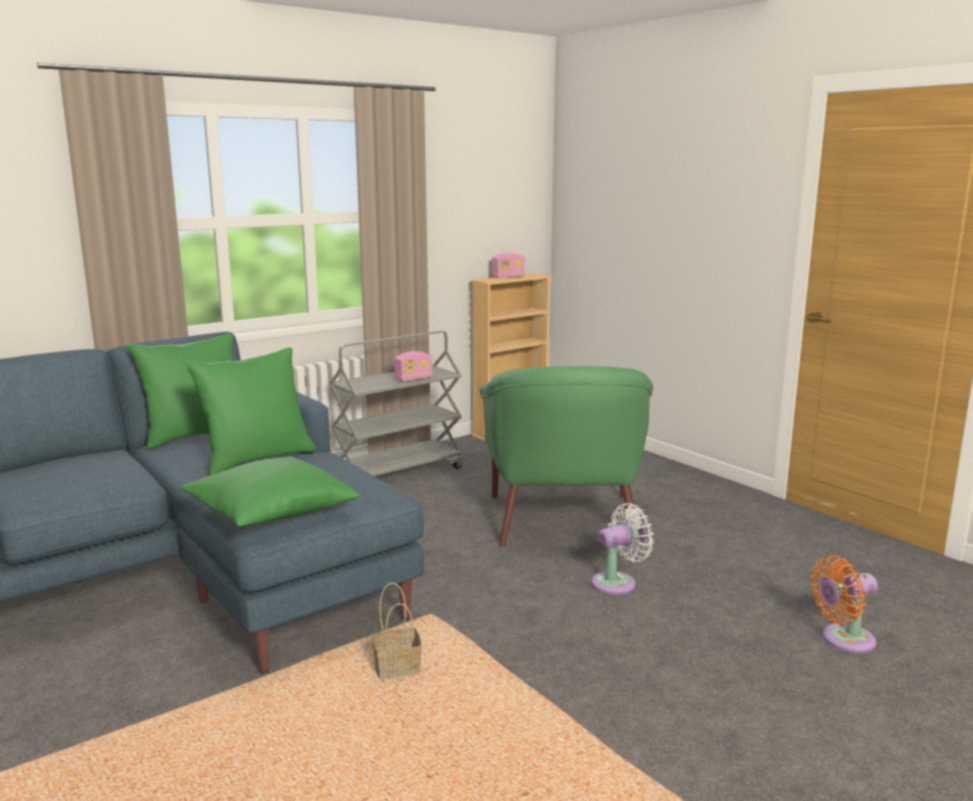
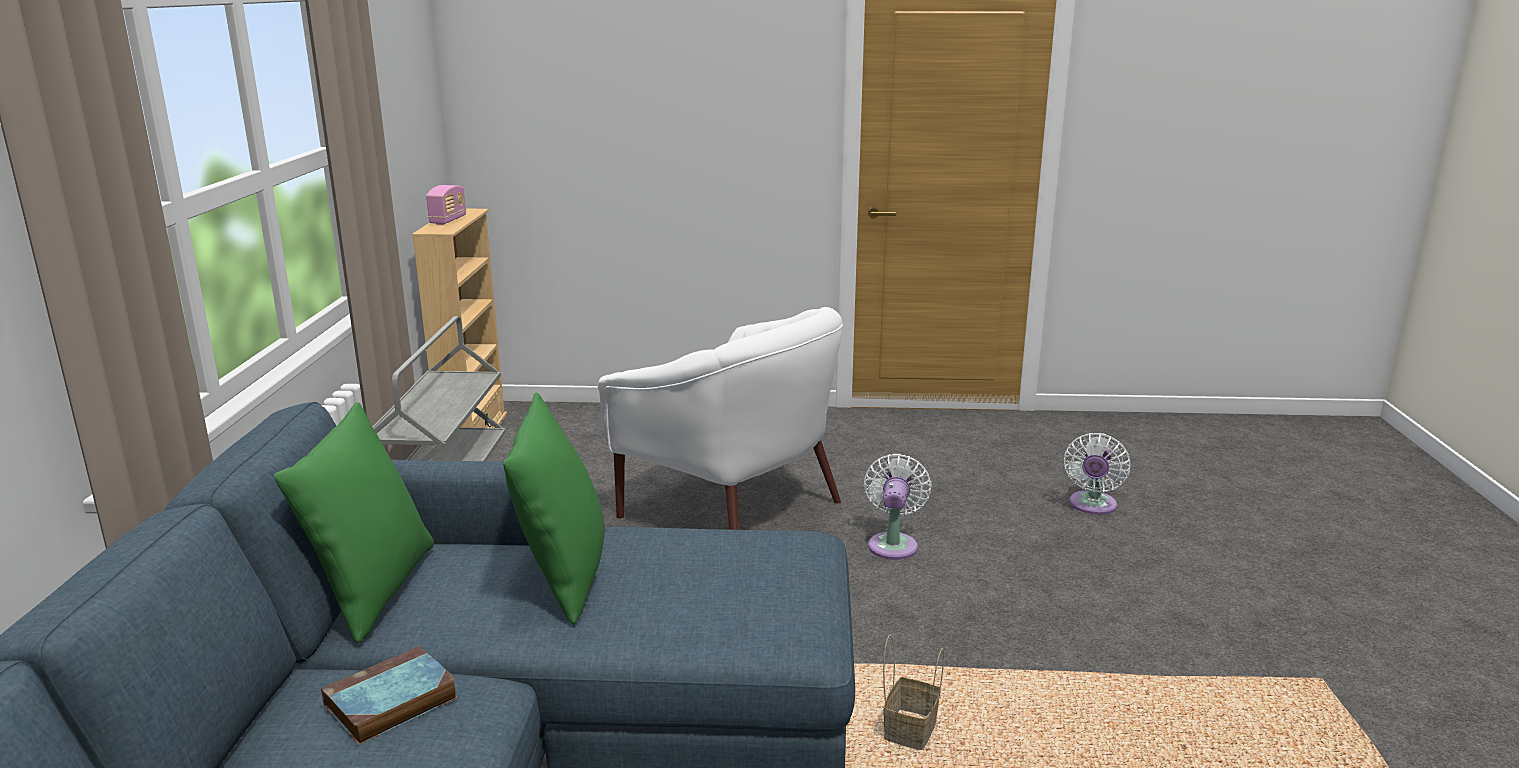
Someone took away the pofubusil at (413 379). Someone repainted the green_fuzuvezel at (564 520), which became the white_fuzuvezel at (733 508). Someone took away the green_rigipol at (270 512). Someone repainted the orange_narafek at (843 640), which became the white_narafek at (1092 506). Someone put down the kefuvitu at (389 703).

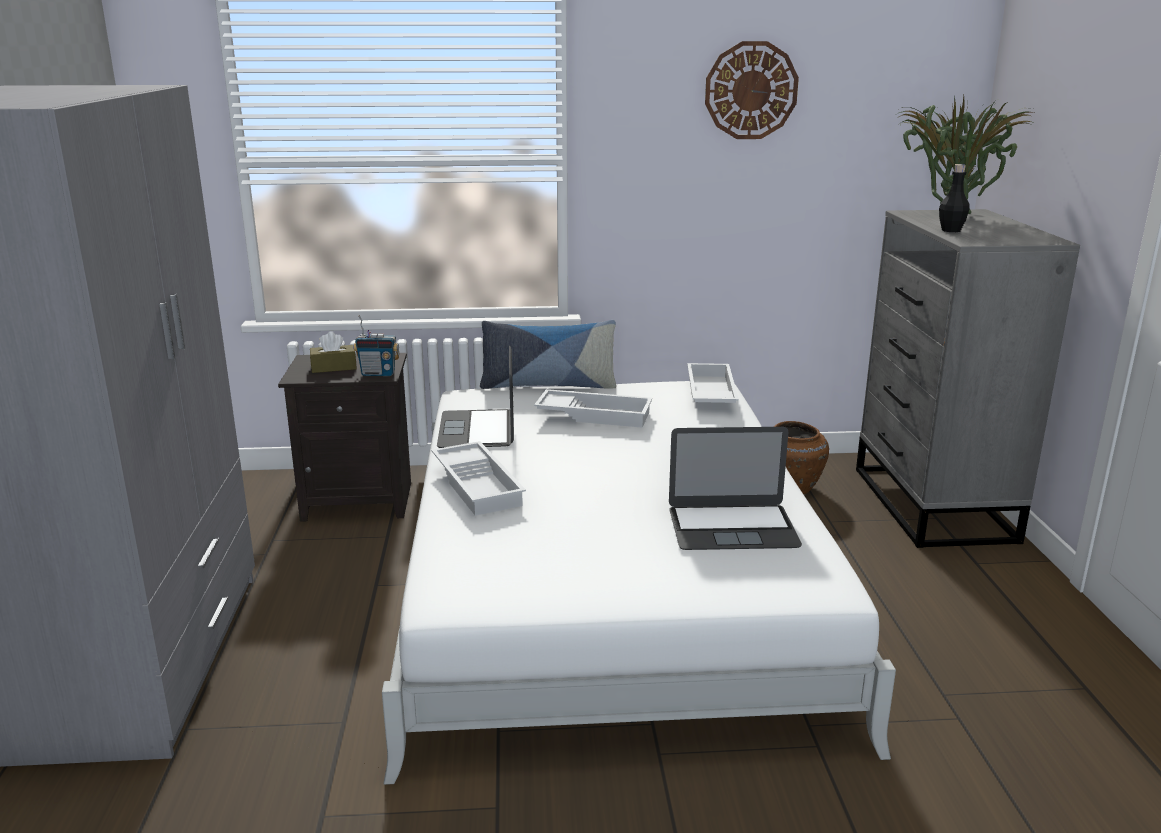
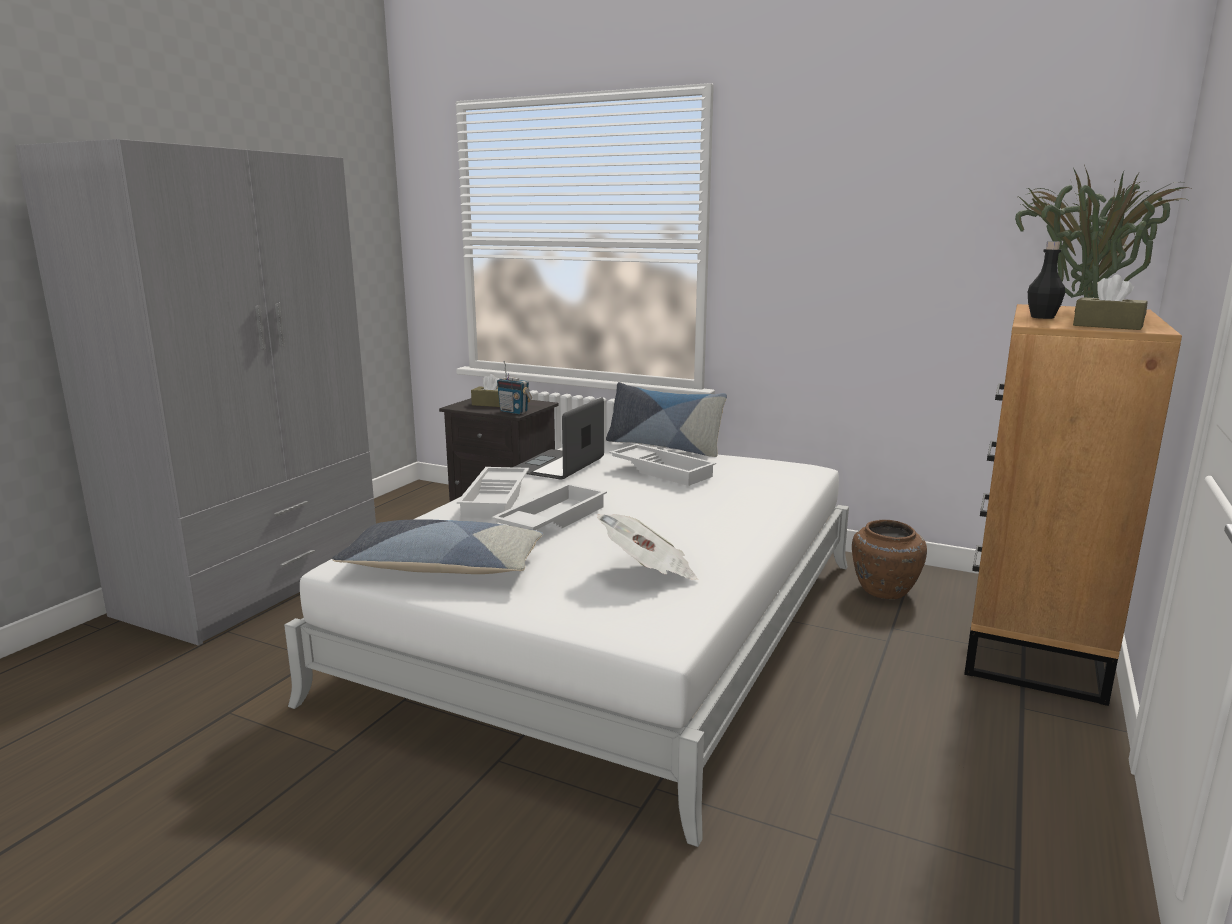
Someone took away the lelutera at (751 90). Someone repainted the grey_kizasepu at (933 505), which became the brown_kizasepu at (1033 642). Someone carried the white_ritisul from (709 393) to (551 518). Someone swapped the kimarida at (732 527) for the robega at (648 571). Someone put down the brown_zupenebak at (1107 326). Someone put down the rigipol at (443 566).

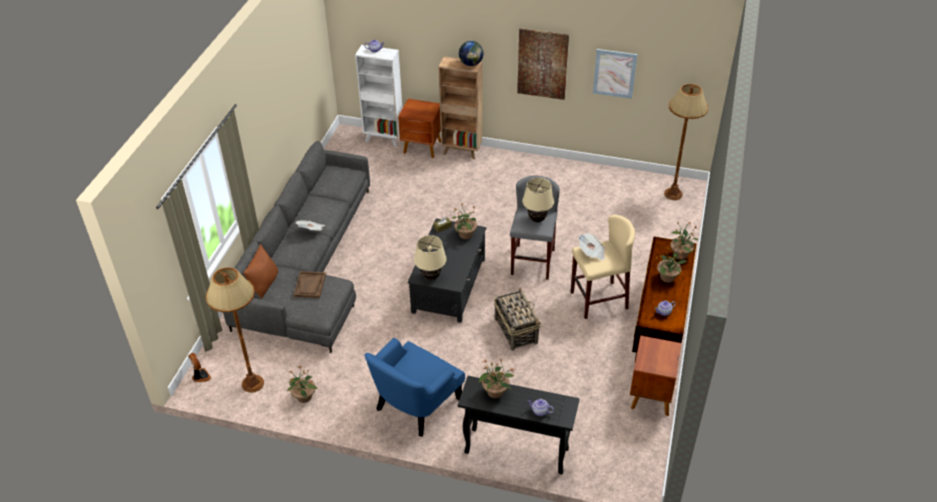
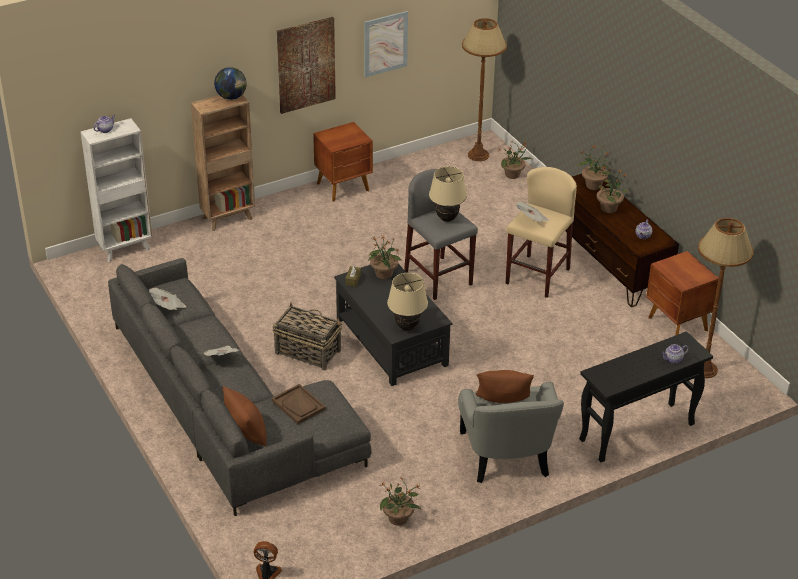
Someone carried the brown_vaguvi from (422 148) to (344 187). Someone carried the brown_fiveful from (252 383) to (704 369). Someone carried the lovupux from (515 330) to (307 351). Someone repainted the blue_fuzuvezel at (416 404), which became the grey_fuzuvezel at (506 455). Someone carried the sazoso from (495 392) to (513 175). Someone put down the robega at (167 307). Someone put down the brown_rigipol at (502 402).

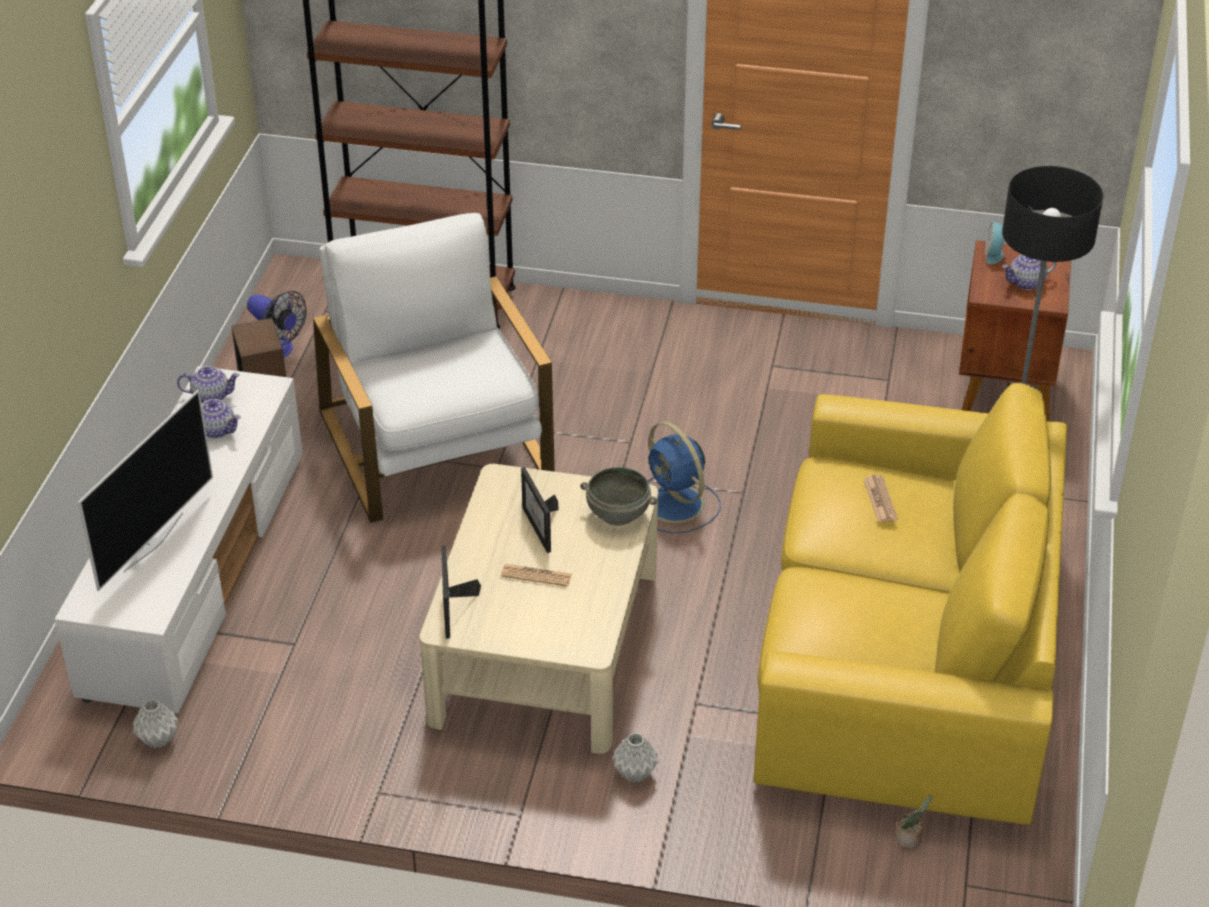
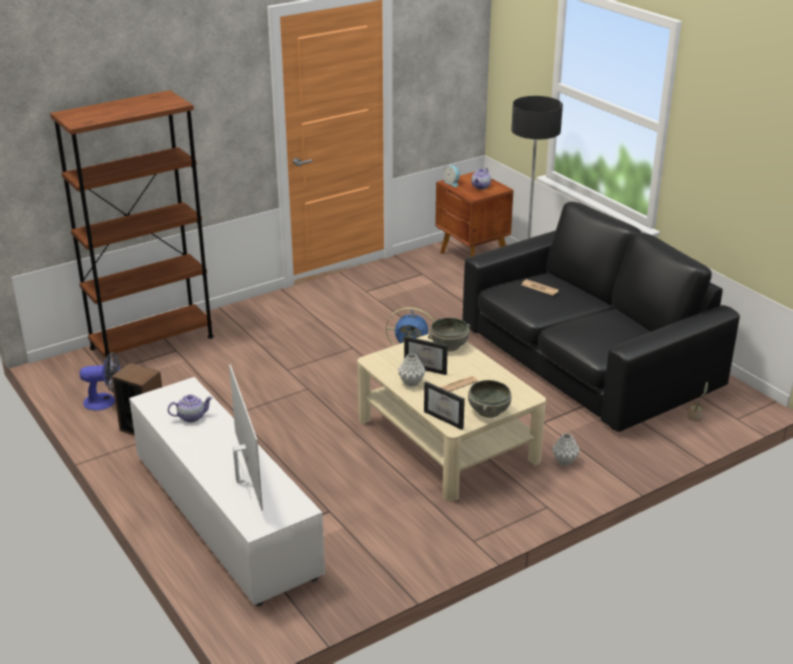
Someone took away the white_fuzuvezel at (437 444). Someone took away the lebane at (211 396). Someone repainted the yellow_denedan at (905 651), which became the black_denedan at (587 358). Someone carried the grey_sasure from (157 739) to (411 383). Someone put down the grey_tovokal at (488 411).

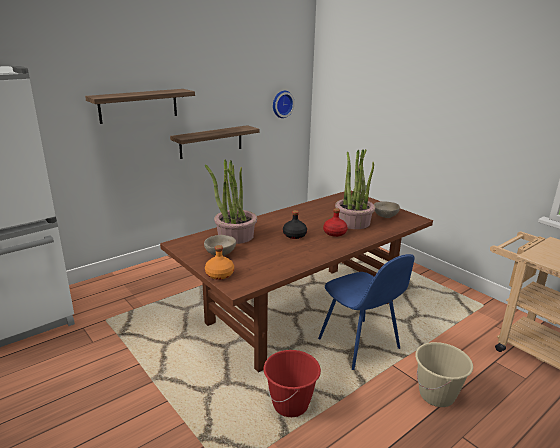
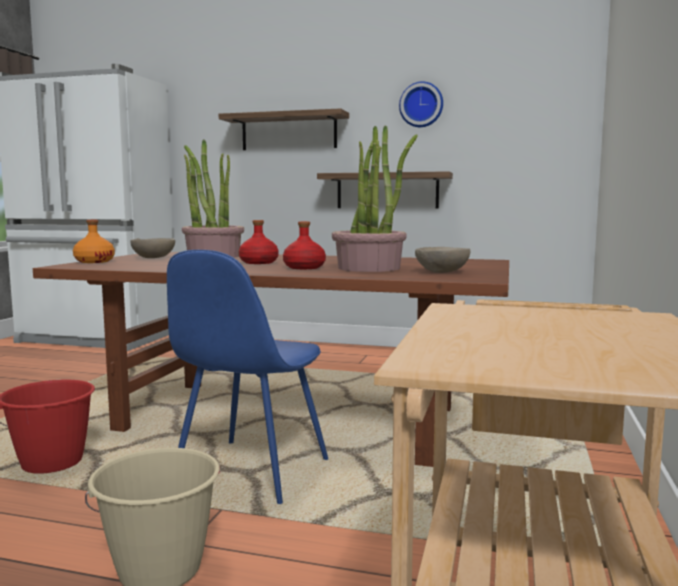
Someone carried the lelutera from (282 104) to (421 105). Someone repainted the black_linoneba at (294 235), which became the red_linoneba at (258 262).

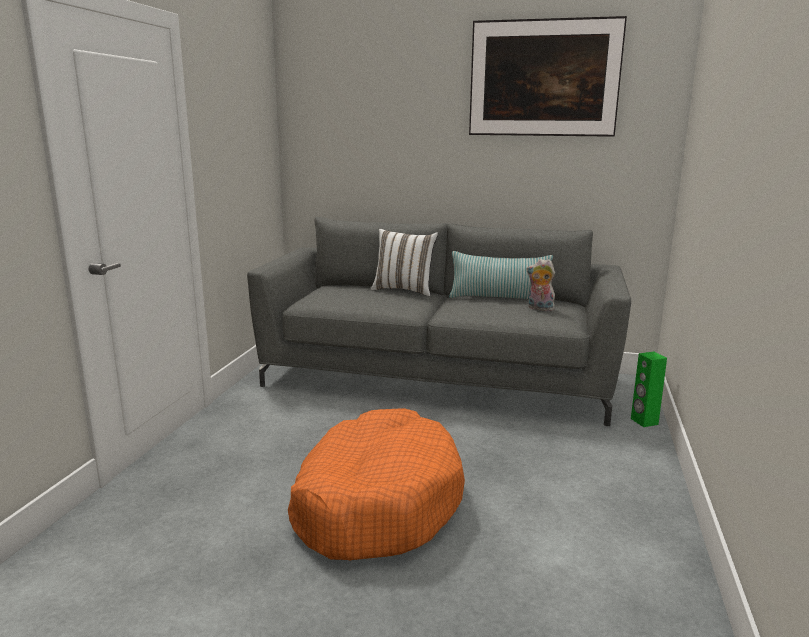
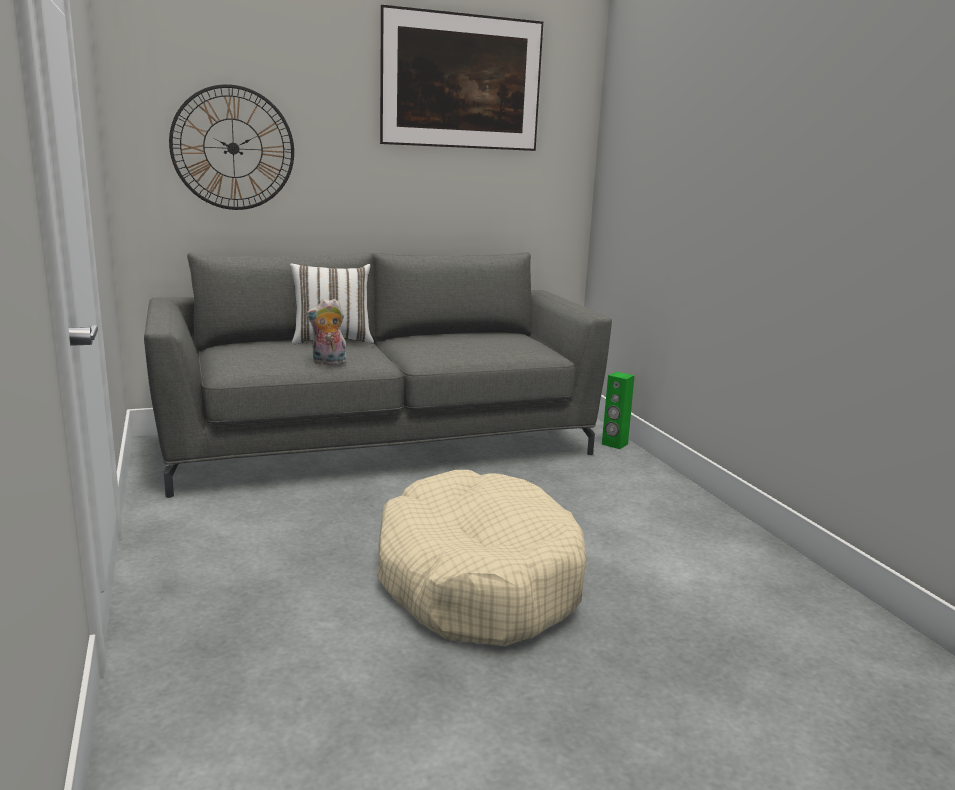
Someone took away the rigipol at (499 298). Someone carried the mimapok from (539 309) to (328 363). Someone repainted the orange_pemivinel at (376 502), which became the beige_pemivinel at (477 580). Someone put up the lelutera at (233 148).

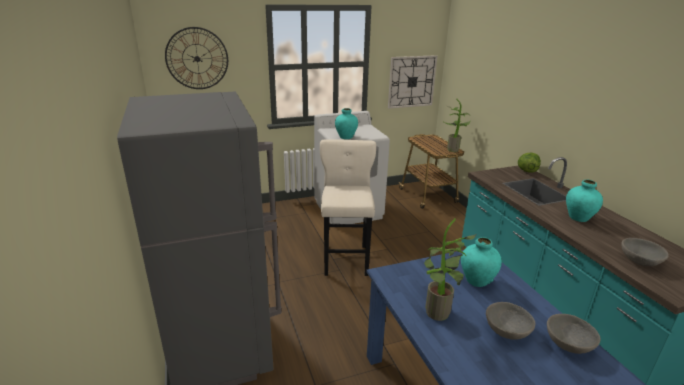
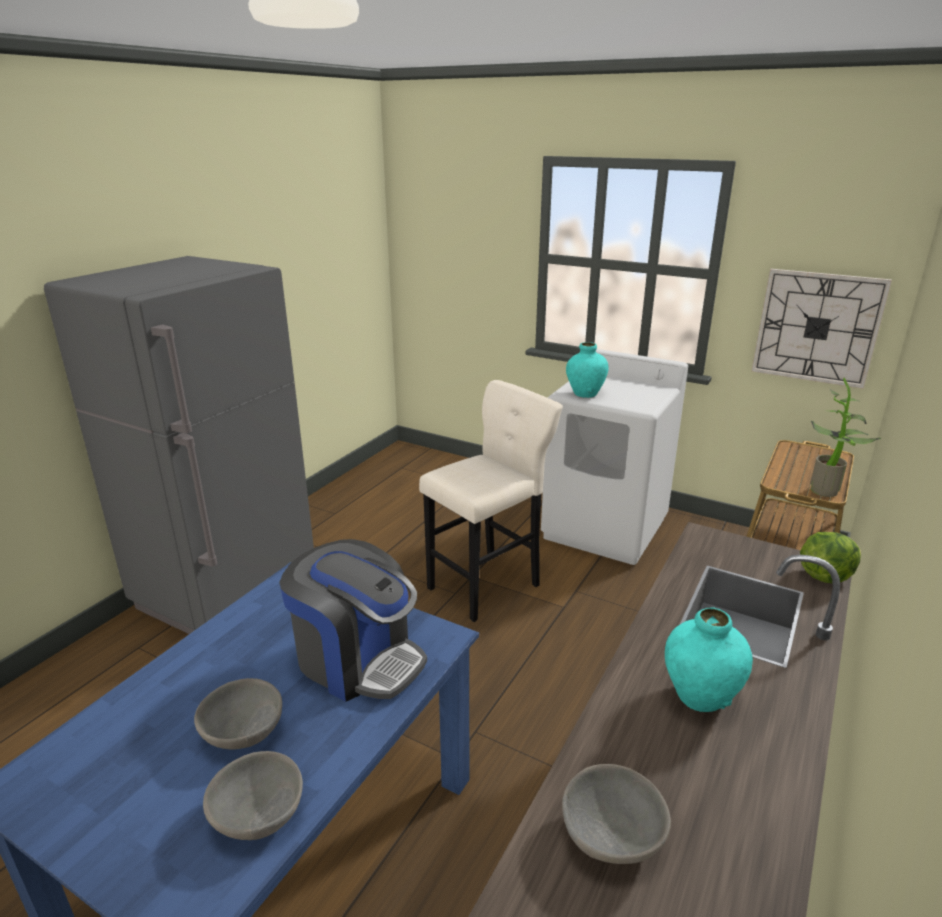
Someone took away the lelutera at (197 58). Someone took away the sazoso at (439 315). Someone swapped the turquoise_sasure at (476 281) for the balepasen at (358 660).

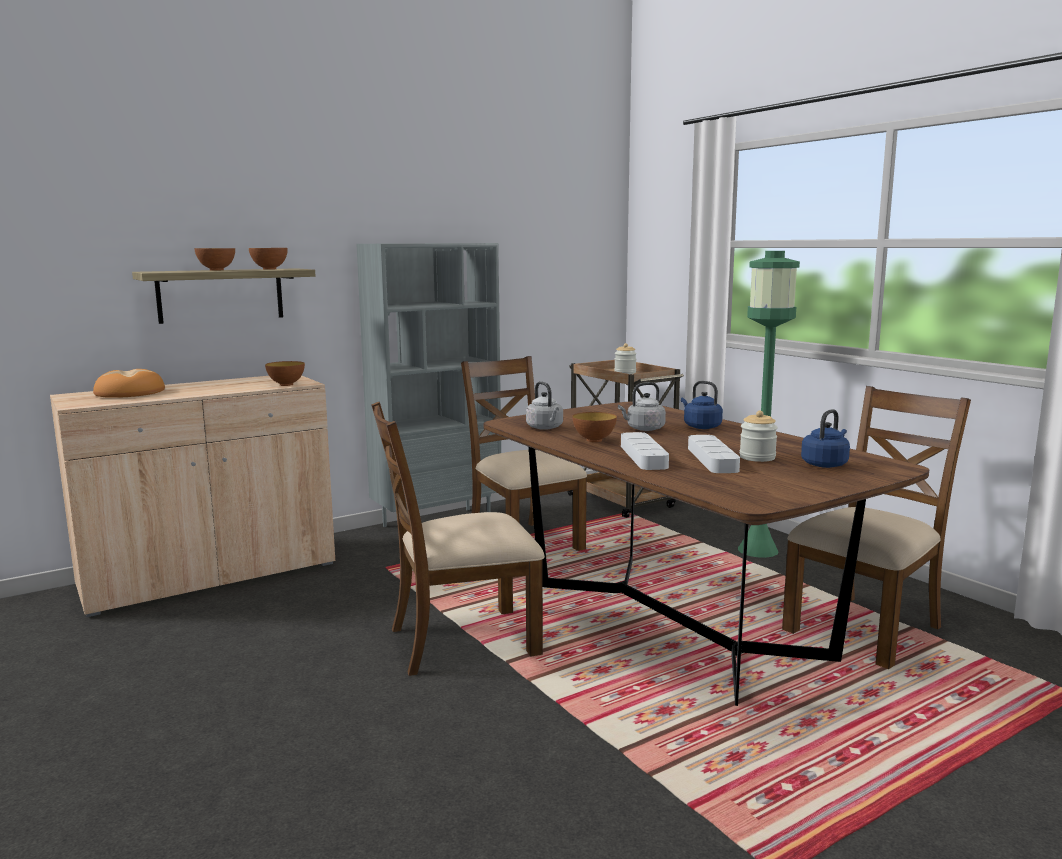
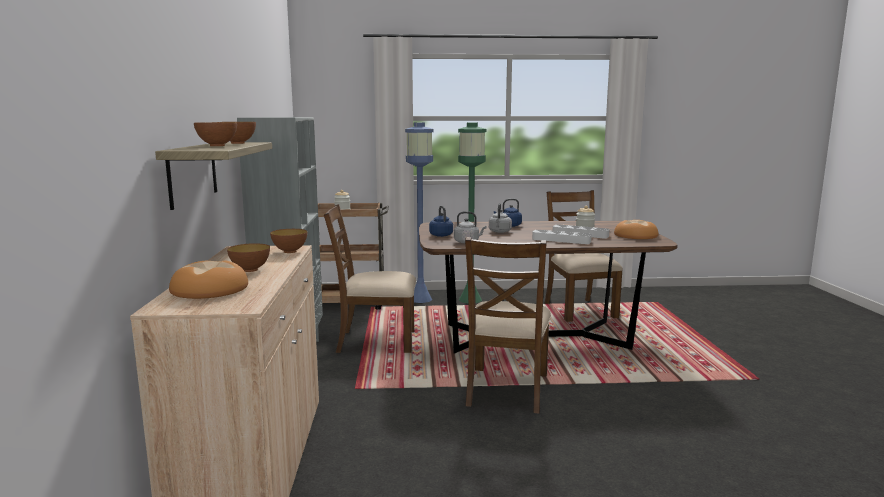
Someone carried the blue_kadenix from (825 464) to (440 235). Someone carried the tovokal from (594 440) to (250 270). Someone put down the blue_fiveful at (421 299). Someone put down the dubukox at (635 235).

